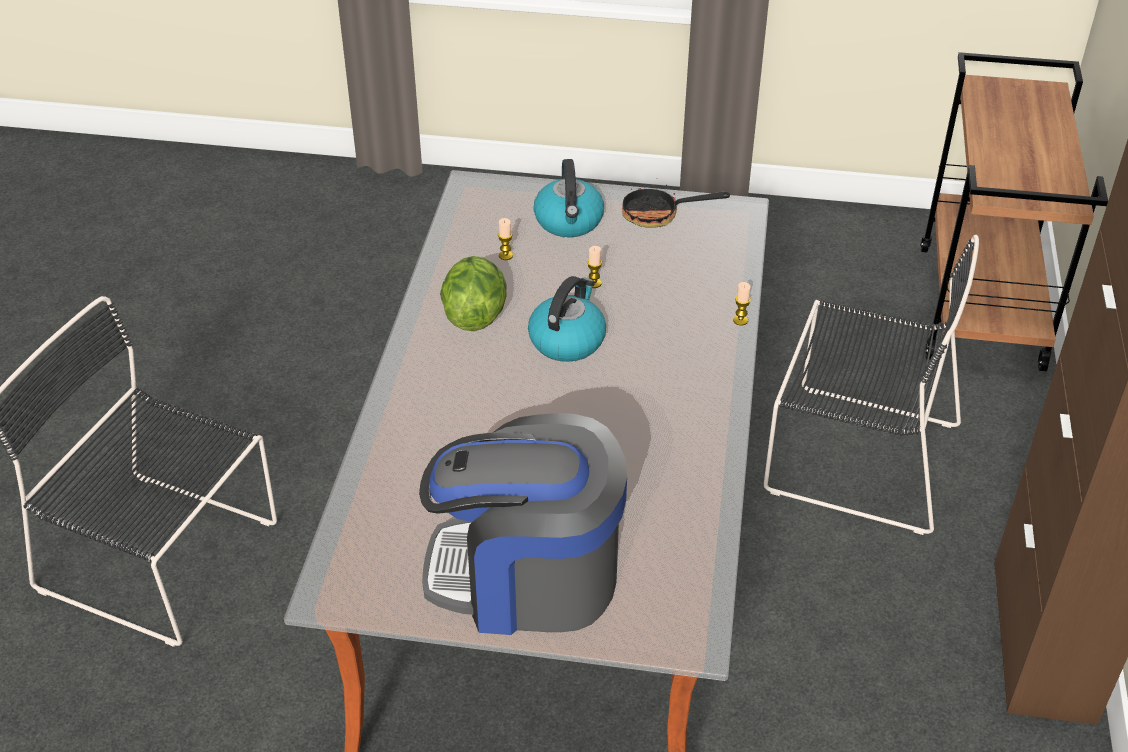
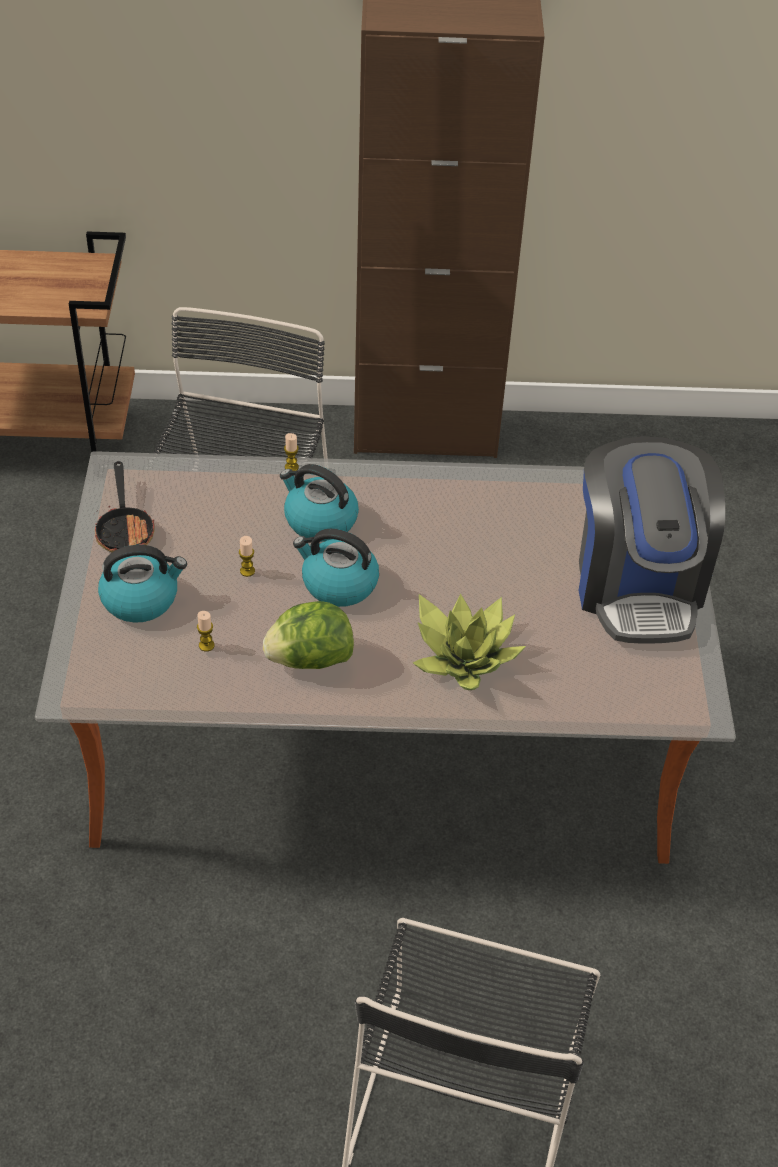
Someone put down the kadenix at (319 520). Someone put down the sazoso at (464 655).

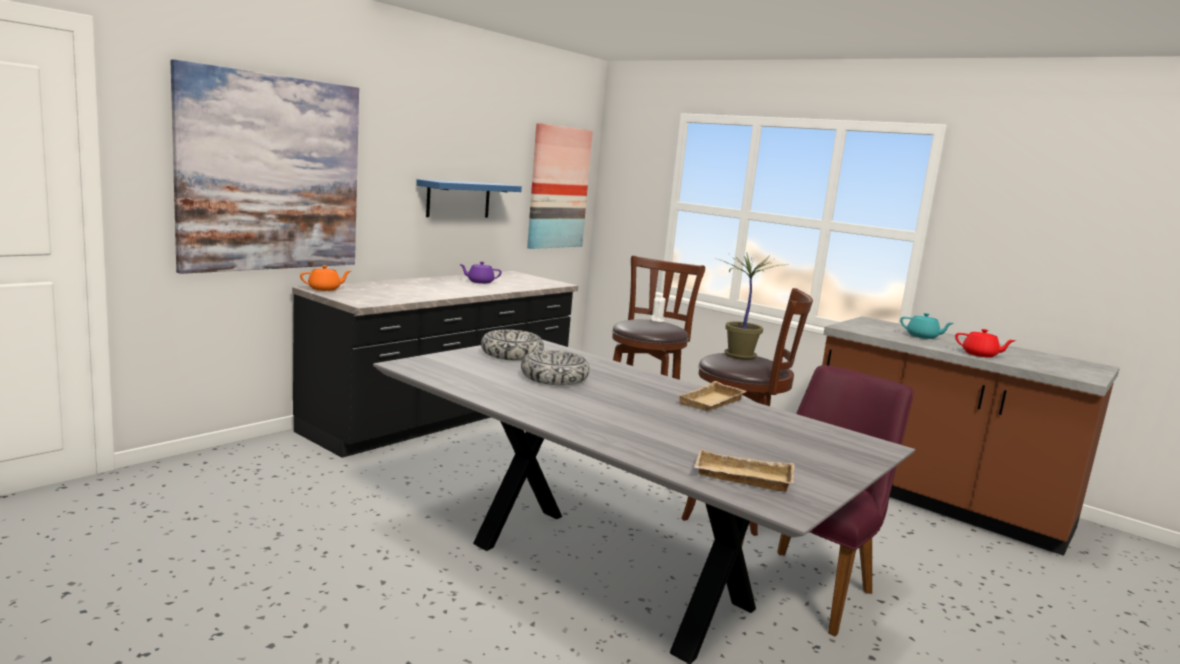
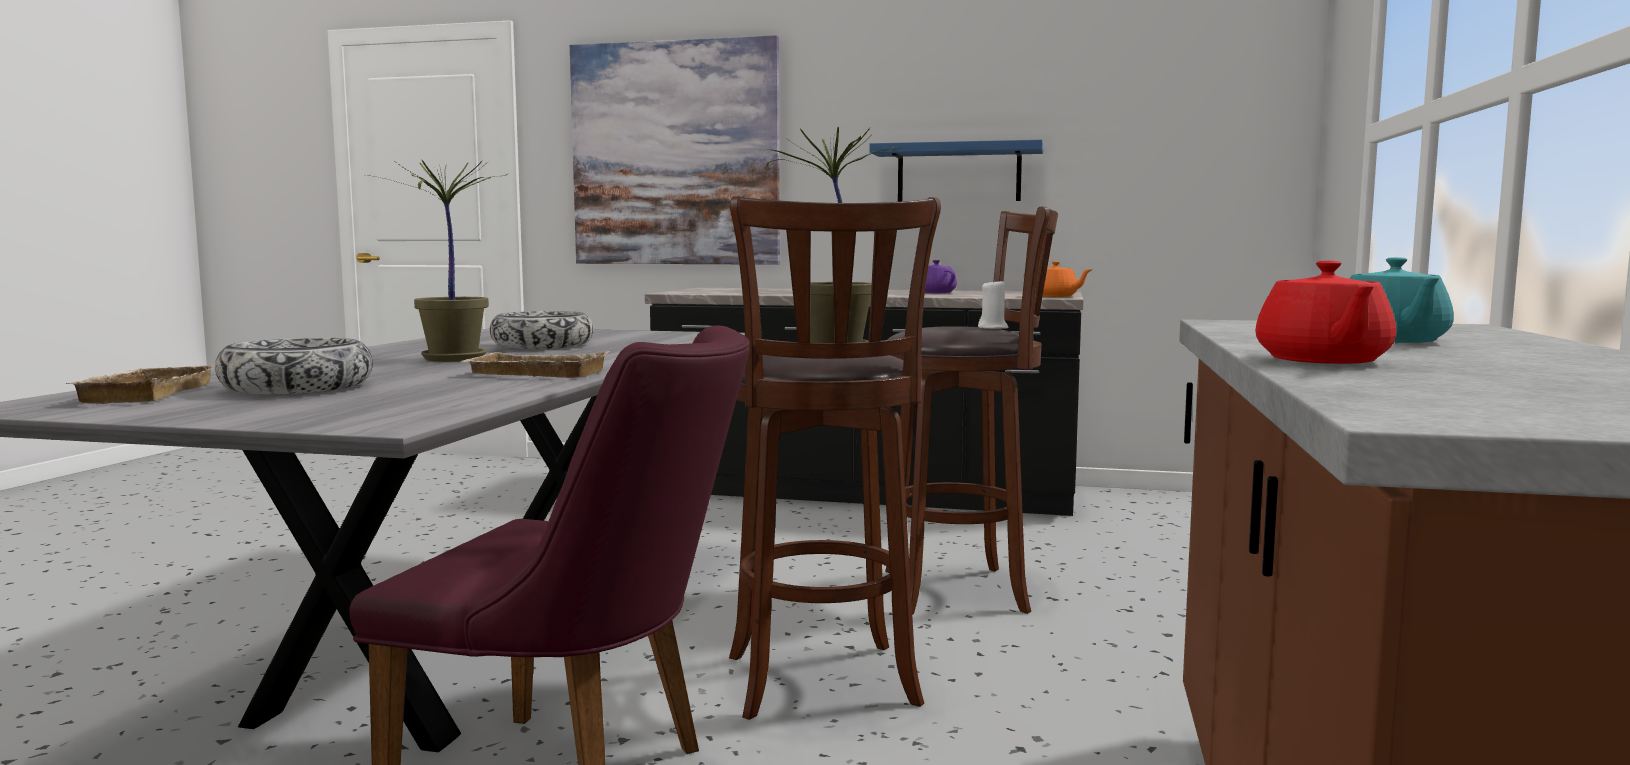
Someone took away the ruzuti at (558 187). Someone carried the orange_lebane from (325 289) to (1055 296). Someone carried the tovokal from (511 354) to (297 388). Someone put down the sazoso at (454 359).

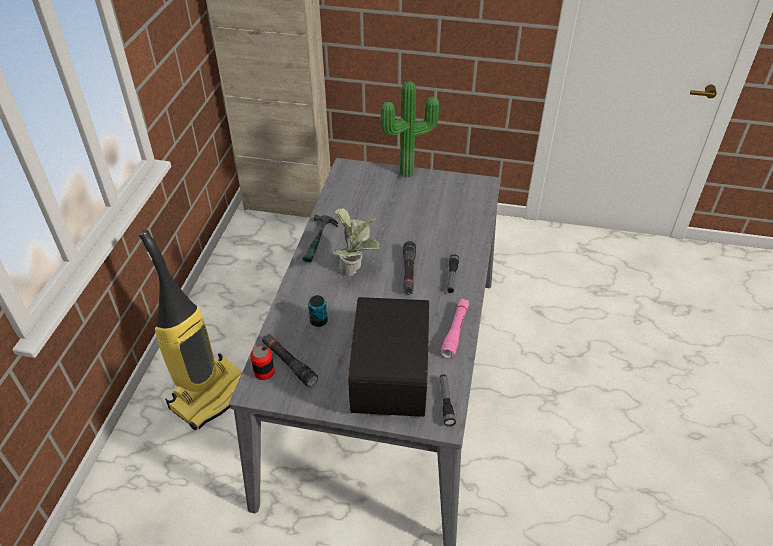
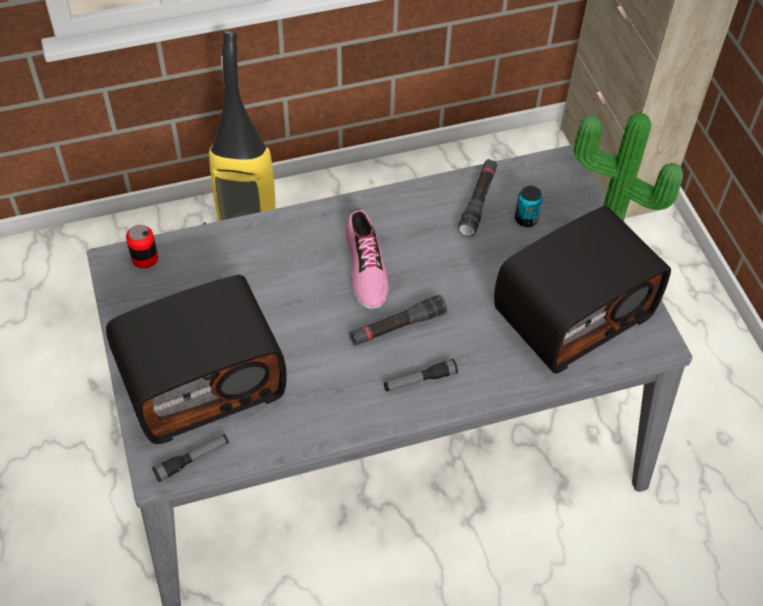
Someone swapped the sazoso at (356 270) for the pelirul at (364 268). Someone took away the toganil at (318 241). Someone carried the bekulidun from (318 321) to (526 219). Someone took away the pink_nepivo at (455 331). Someone carried the black_nepivo from (289 363) to (478 202). Someone put down the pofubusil at (572 311).

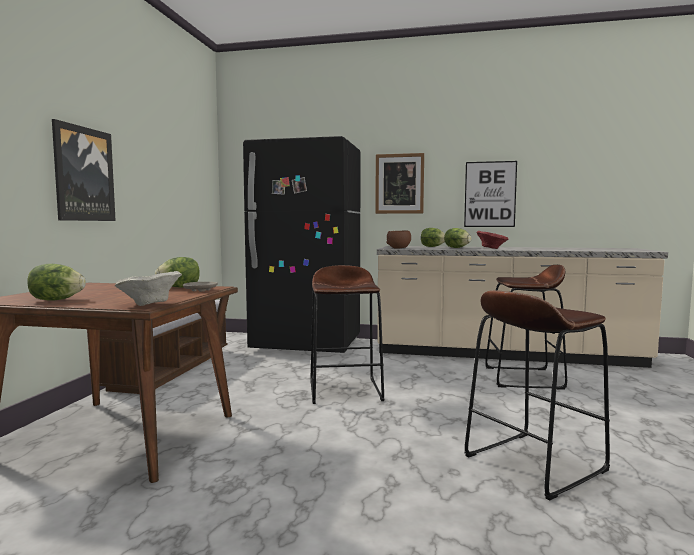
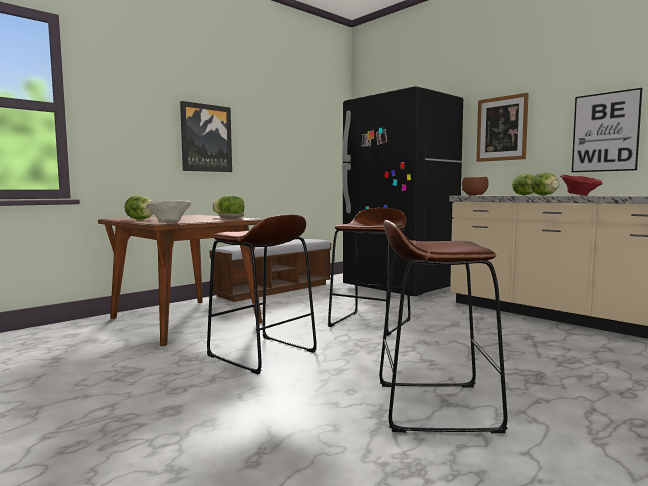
Someone carried the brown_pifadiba from (523 378) to (262 354).

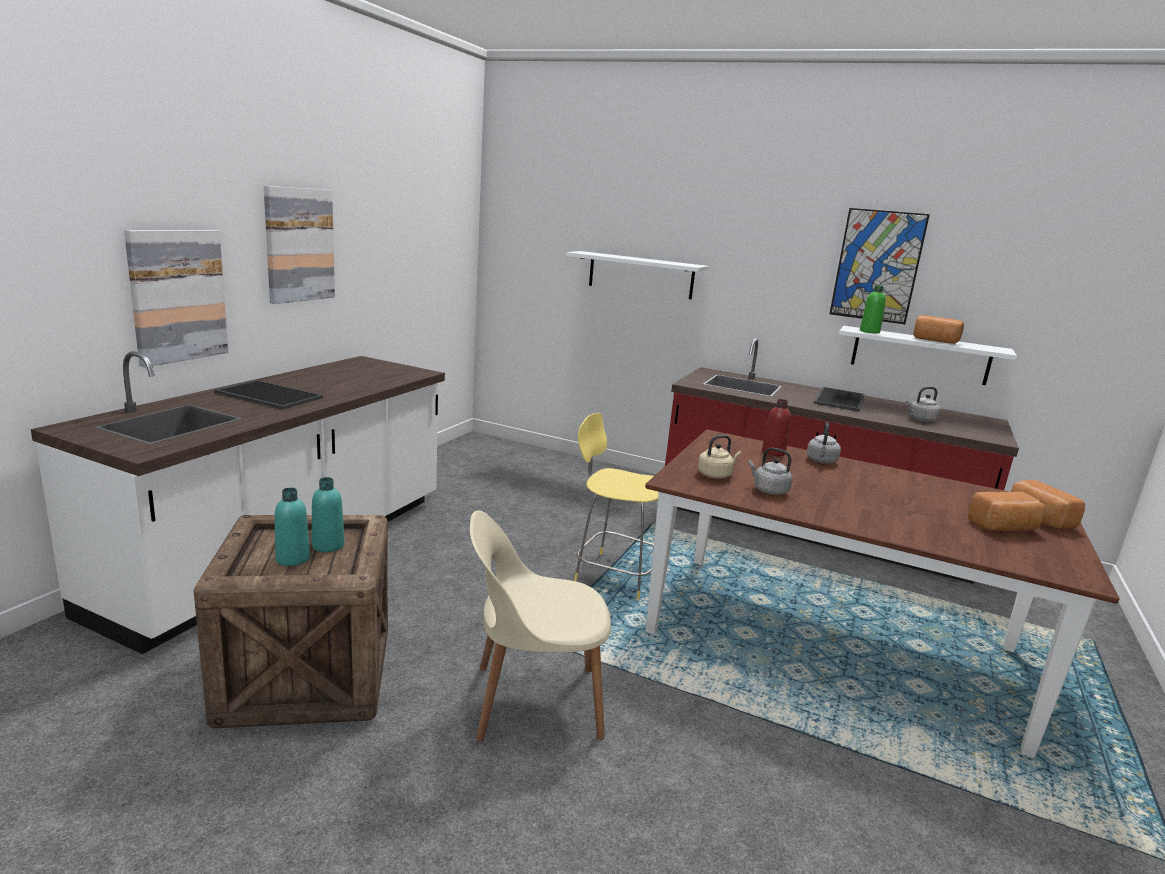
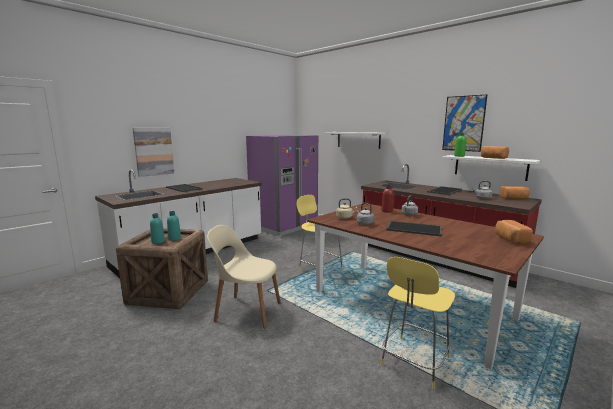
Someone took away the ruzuti at (299 245). Someone carried the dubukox from (1004 527) to (514 199). Someone put down the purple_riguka at (284 226). Someone put down the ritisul at (414 228). Someone put down the yellow_pifadiba at (414 362).

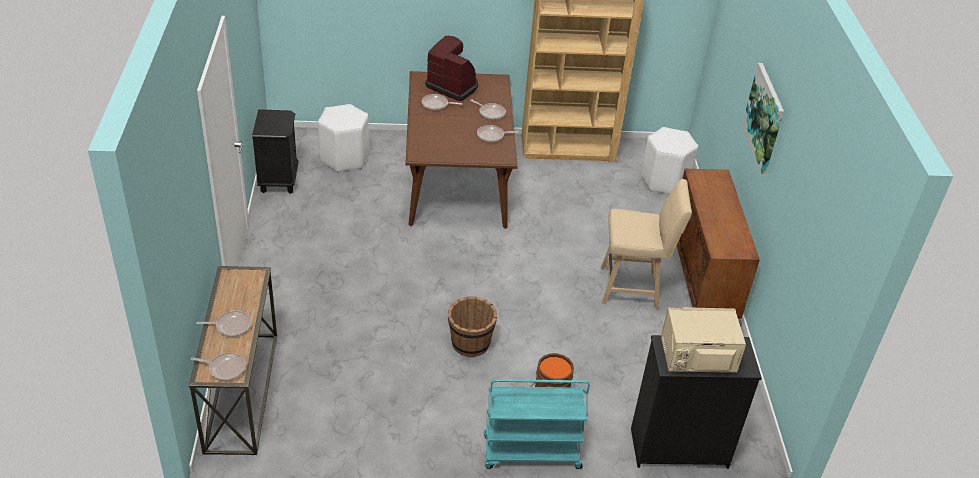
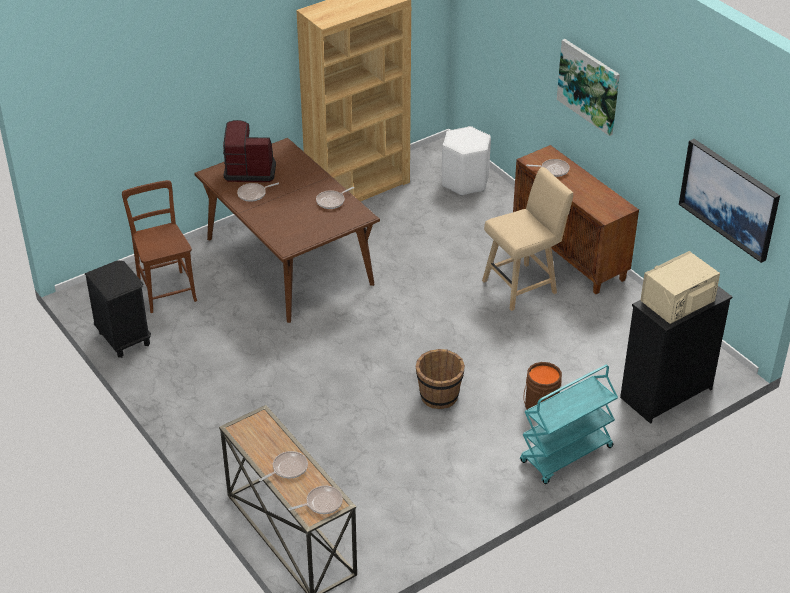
Someone carried the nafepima from (490 113) to (553 170). Someone swapped the white_pifadiba at (345 158) for the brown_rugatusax at (166 289). Someone put up the ruzuti at (729 198).

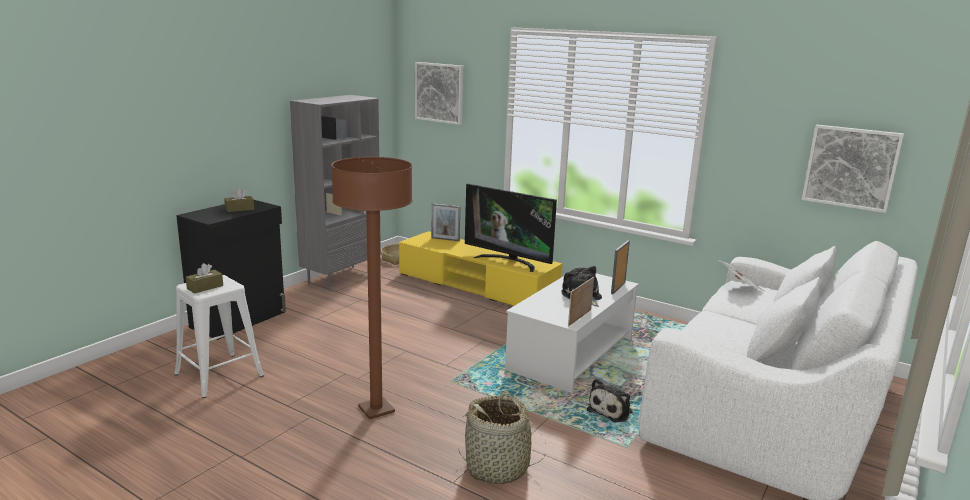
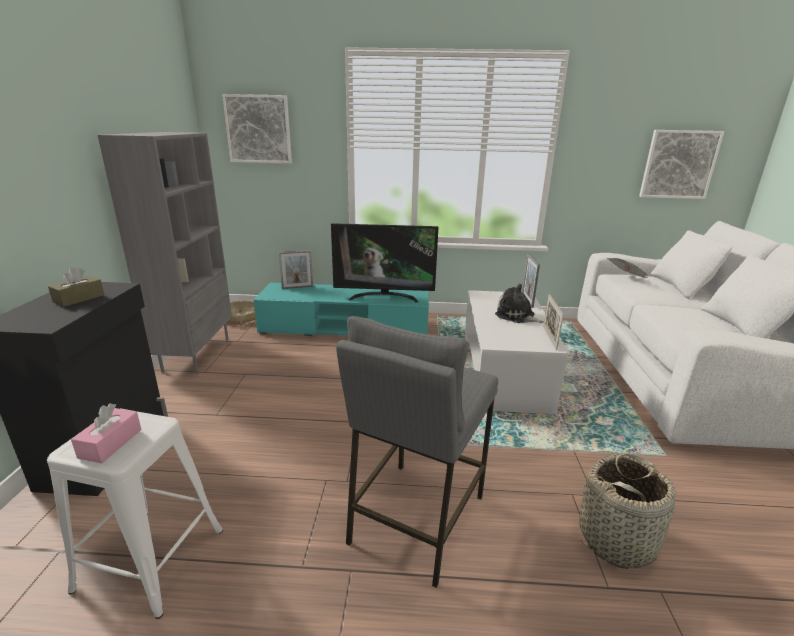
Someone swapped the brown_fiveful at (376 409) for the grey_pifadiba at (415 518). Someone repainted the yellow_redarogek at (476 286), which became the turquoise_redarogek at (345 327). Someone repainted the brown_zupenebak at (205 287), which became the pink_zupenebak at (110 443). Someone took away the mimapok at (611 410).

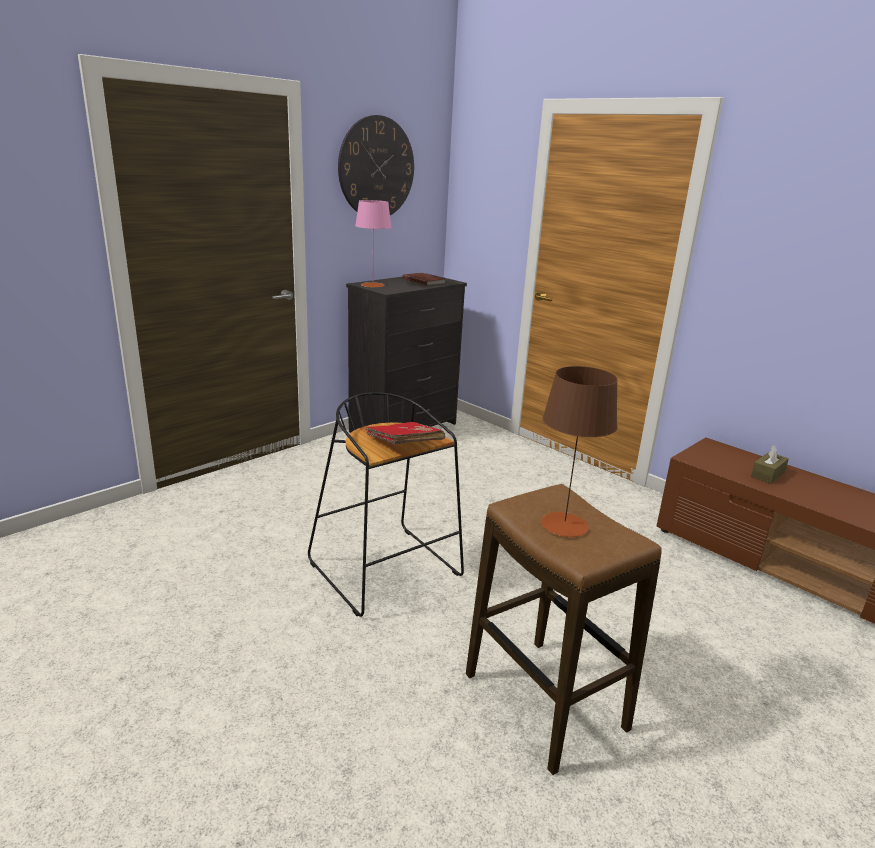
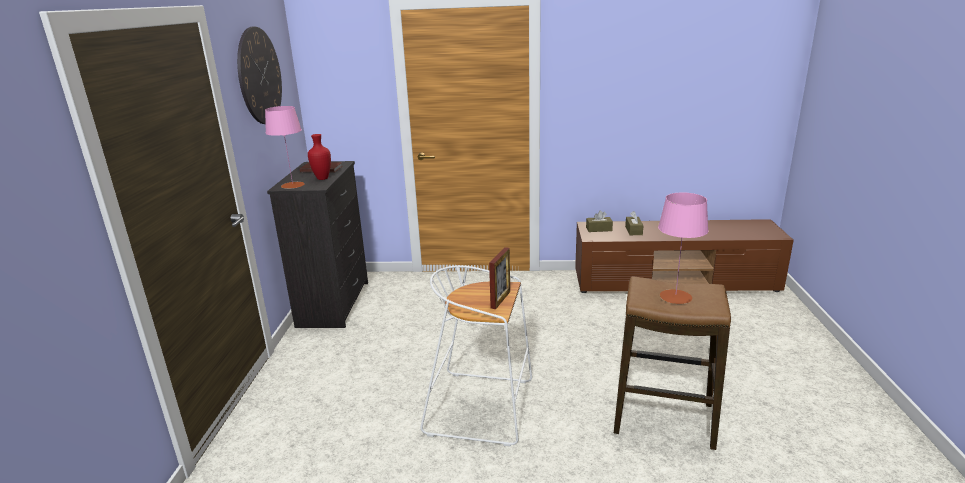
Someone repainted the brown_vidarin at (564 524), which became the pink_vidarin at (675 296). Someone repainted the black_pifadiba at (387 570), which became the white_pifadiba at (482 406). Someone swapped the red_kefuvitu at (403 445) for the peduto at (500 299). Someone put down the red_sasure at (322 179). Someone put down the brown_zupenebak at (599 229).

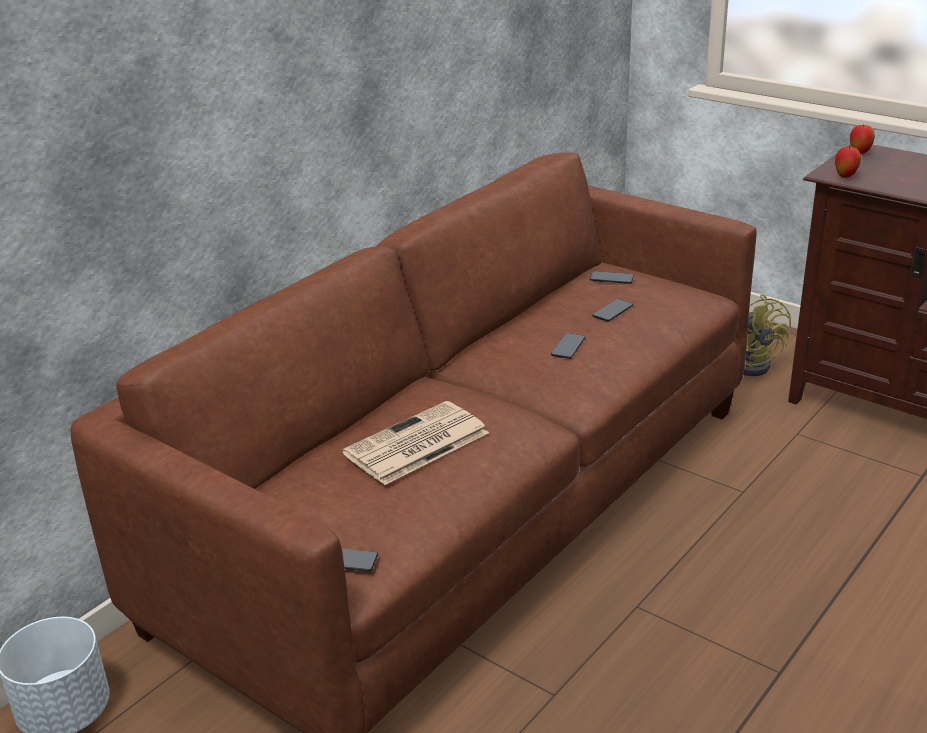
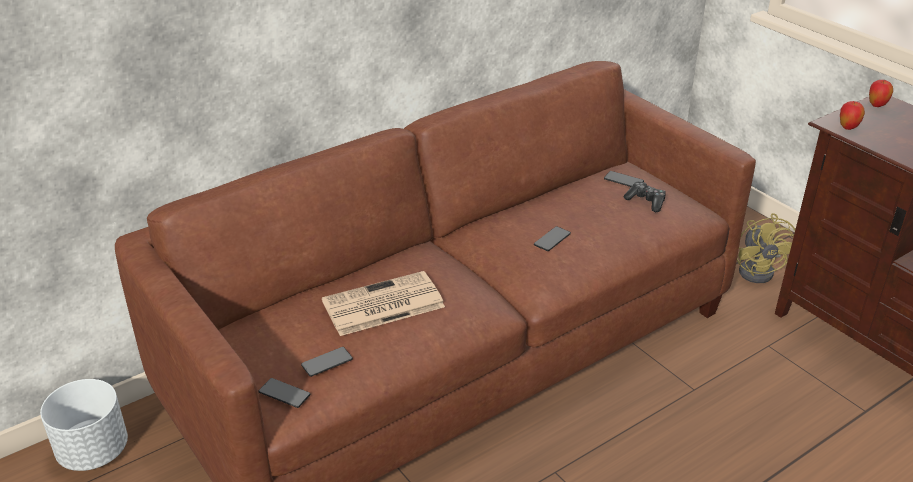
Someone carried the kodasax from (612 311) to (327 362). Someone put down the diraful at (646 201).

